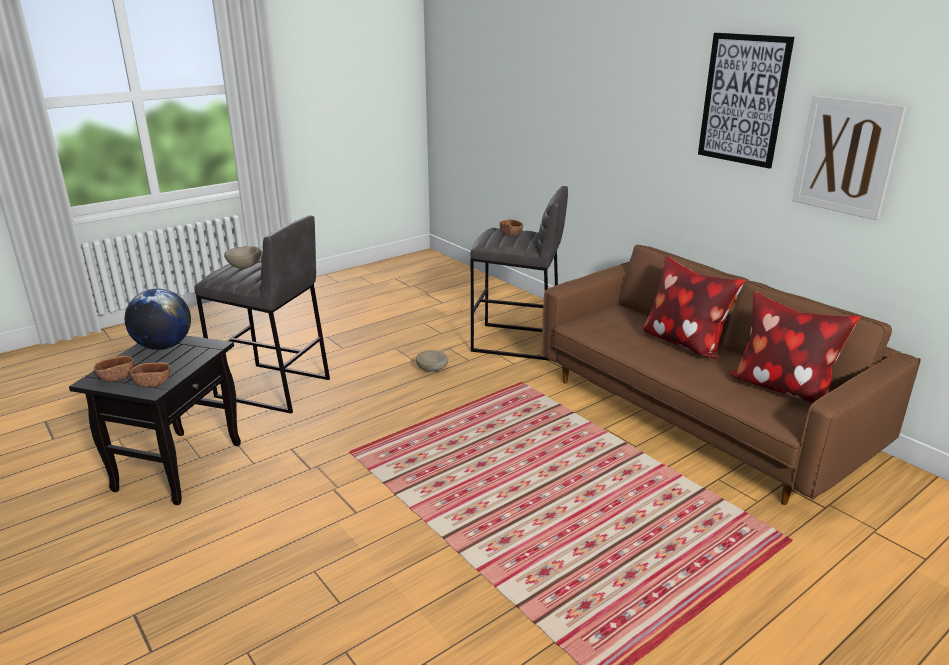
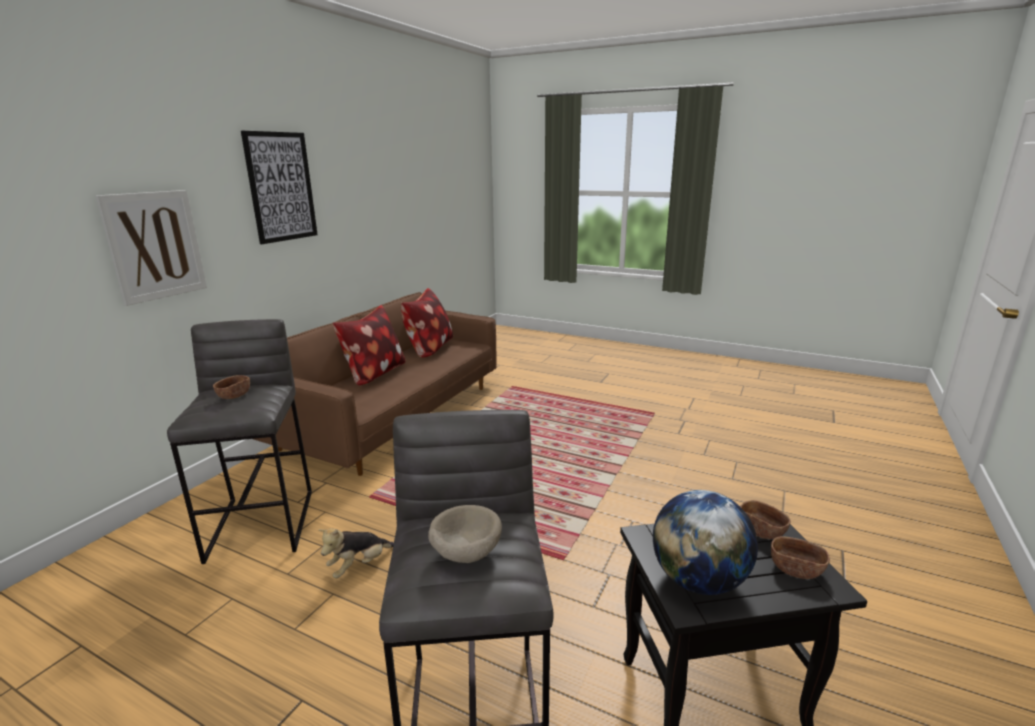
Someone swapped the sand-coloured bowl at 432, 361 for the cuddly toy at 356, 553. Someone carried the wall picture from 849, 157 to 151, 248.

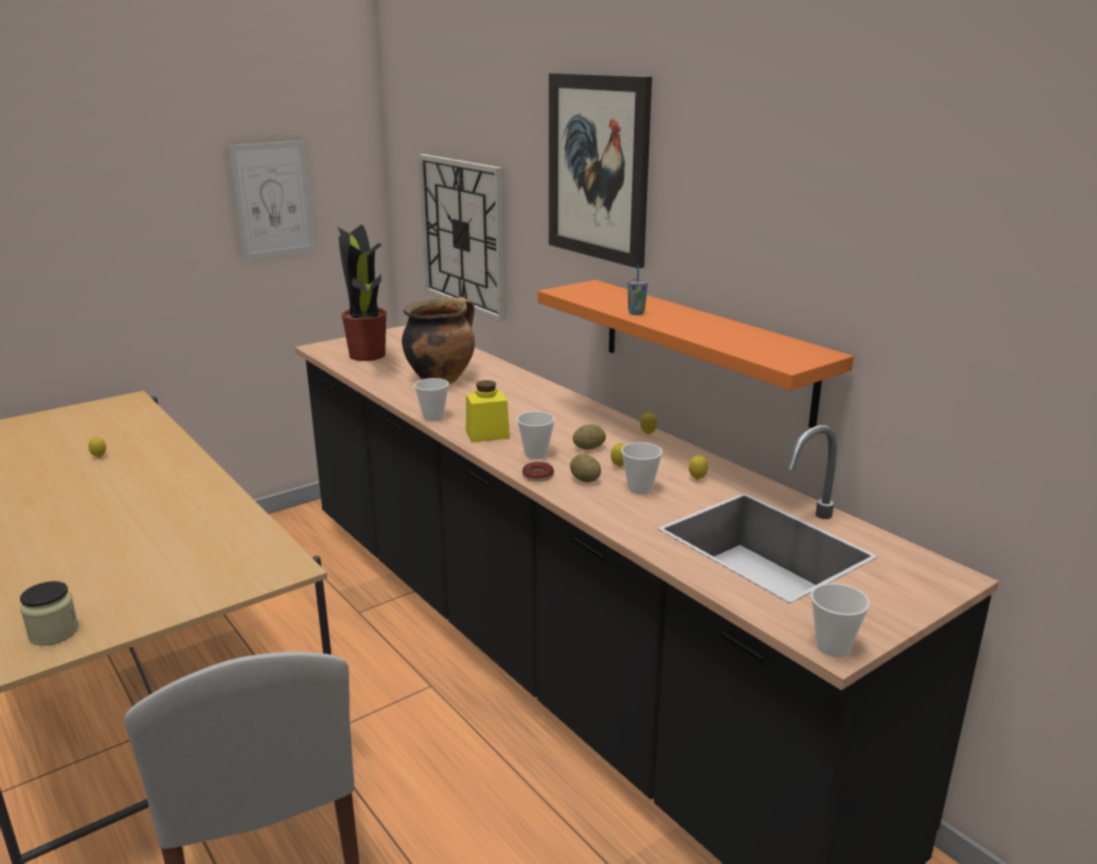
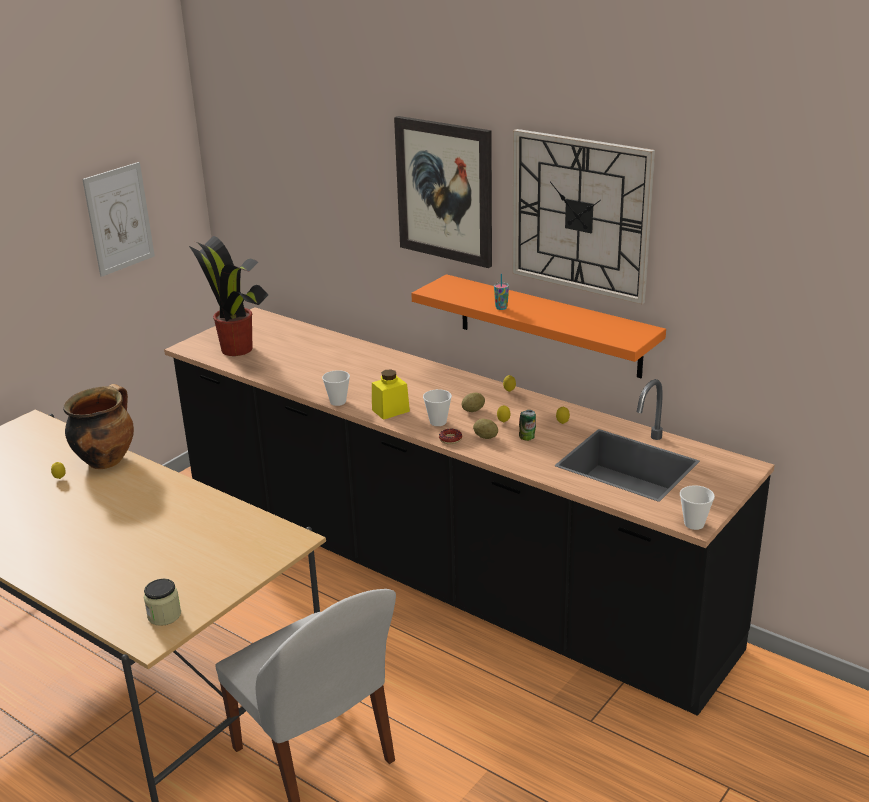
Someone carried the saucepot from 438, 340 to 98, 426. Someone carried the clock on the wall from 462, 238 to 583, 216. Someone swapped the cup at 642, 468 for the sealed can at 527, 425.

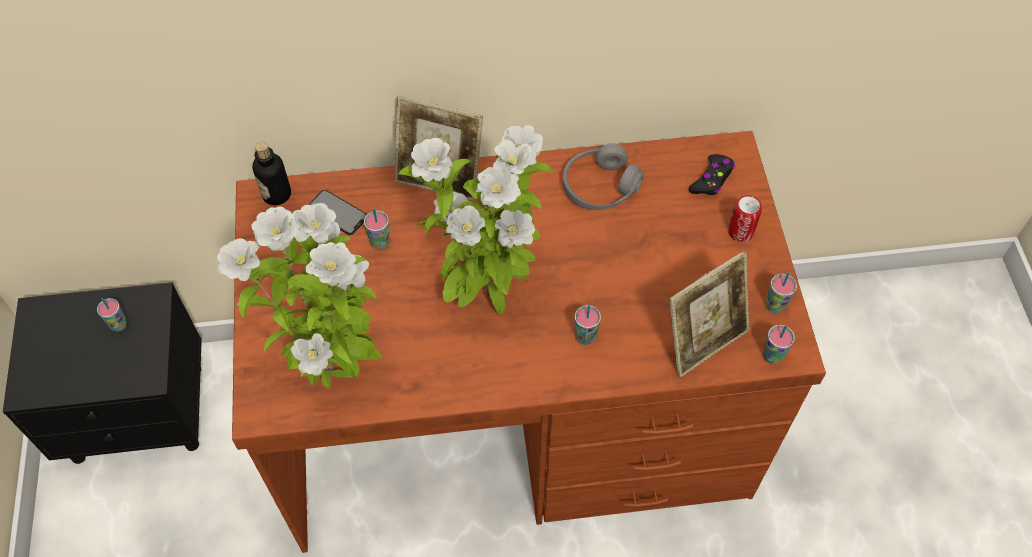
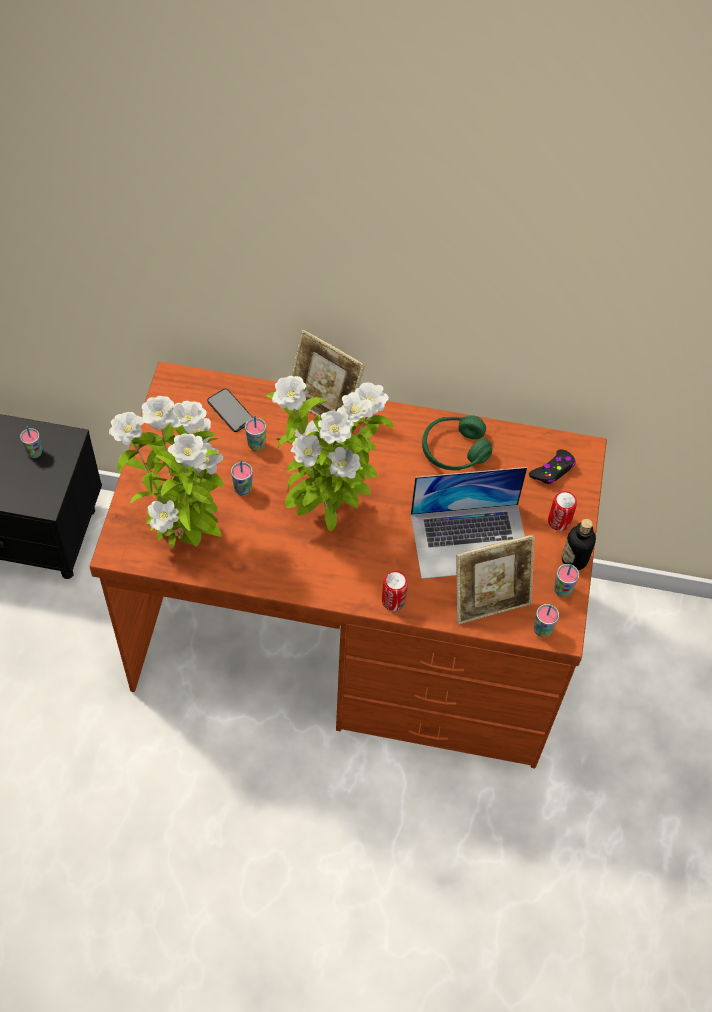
Someone carried the drink bottle from 271, 173 to 579, 544. Someone repainted the gray pair of headphones at 603, 176, which became the greenish pair of headphones at 457, 443. Someone carried the cup from 587, 325 to 242, 478. Someone put down the sealed can at 395, 591. Someone put down the portable computer at 469, 523.

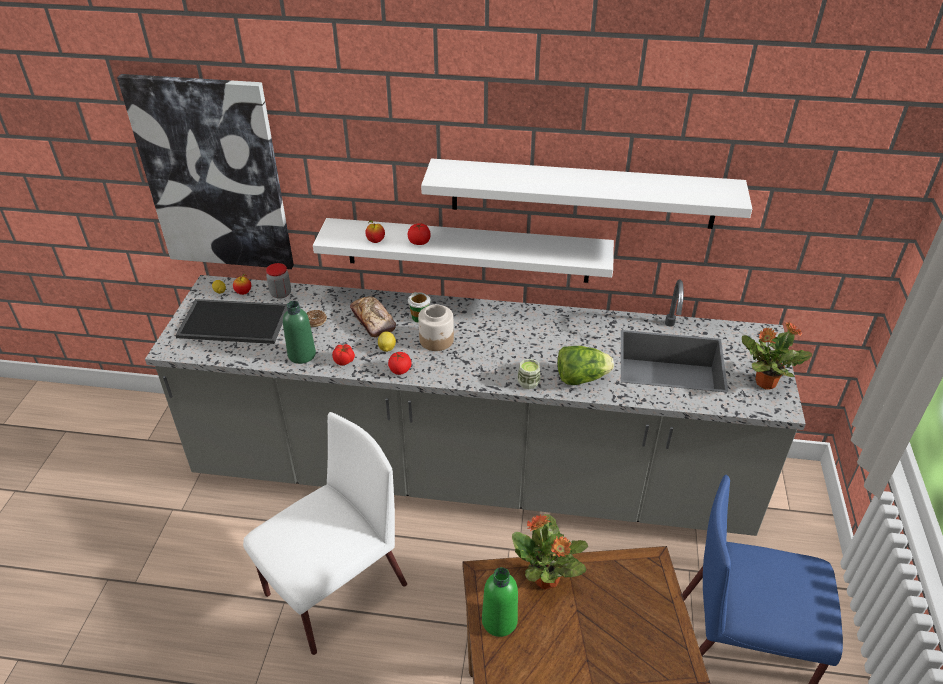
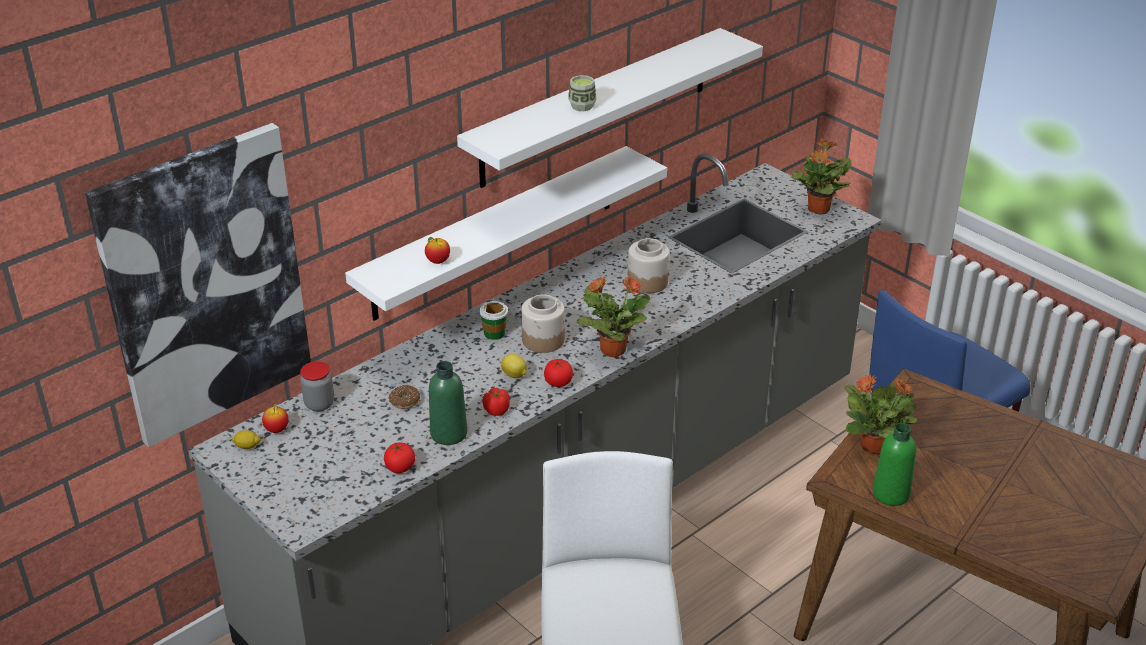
Someone took away the carrying tray at 231, 321. Someone took away the baked bread at 373, 317. Someone carried the whole tomato from 419, 234 to 399, 457. Someone carried the cup from 529, 374 to 582, 93. Someone took away the head of lettuce at 585, 365. Someone put down the plant in a pot at 613, 317. Someone put down the storage jar at 648, 265.

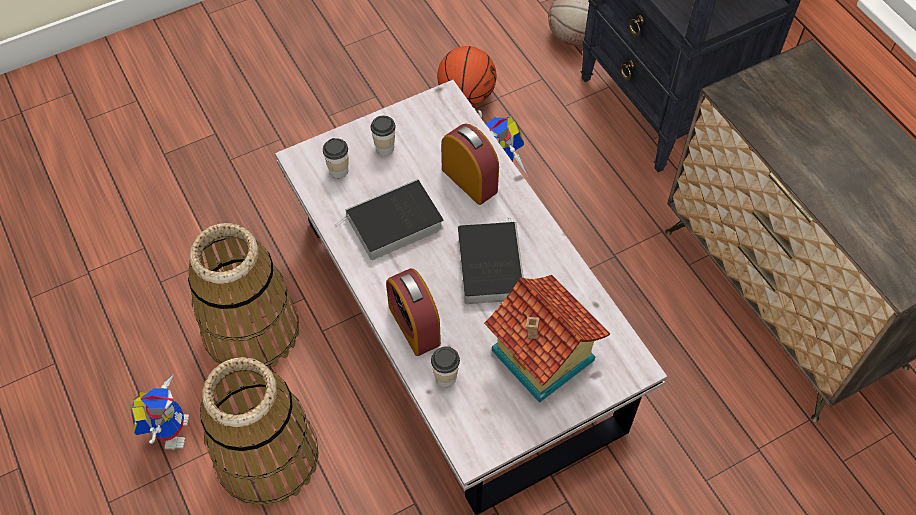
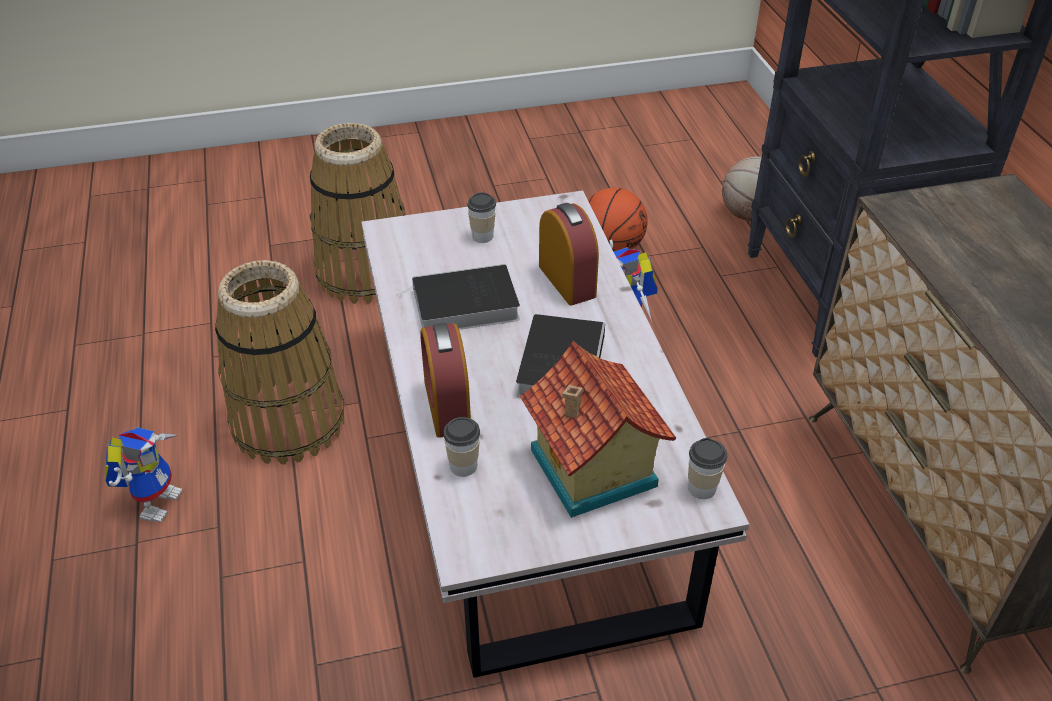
Someone carried the household basket from 259, 432 to 357, 213. Someone carried the cup from 336, 158 to 707, 468.

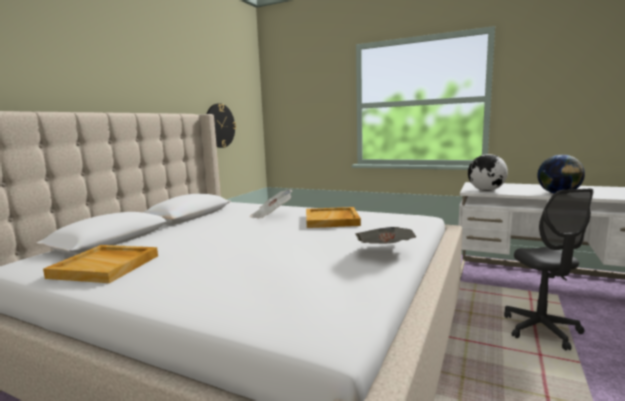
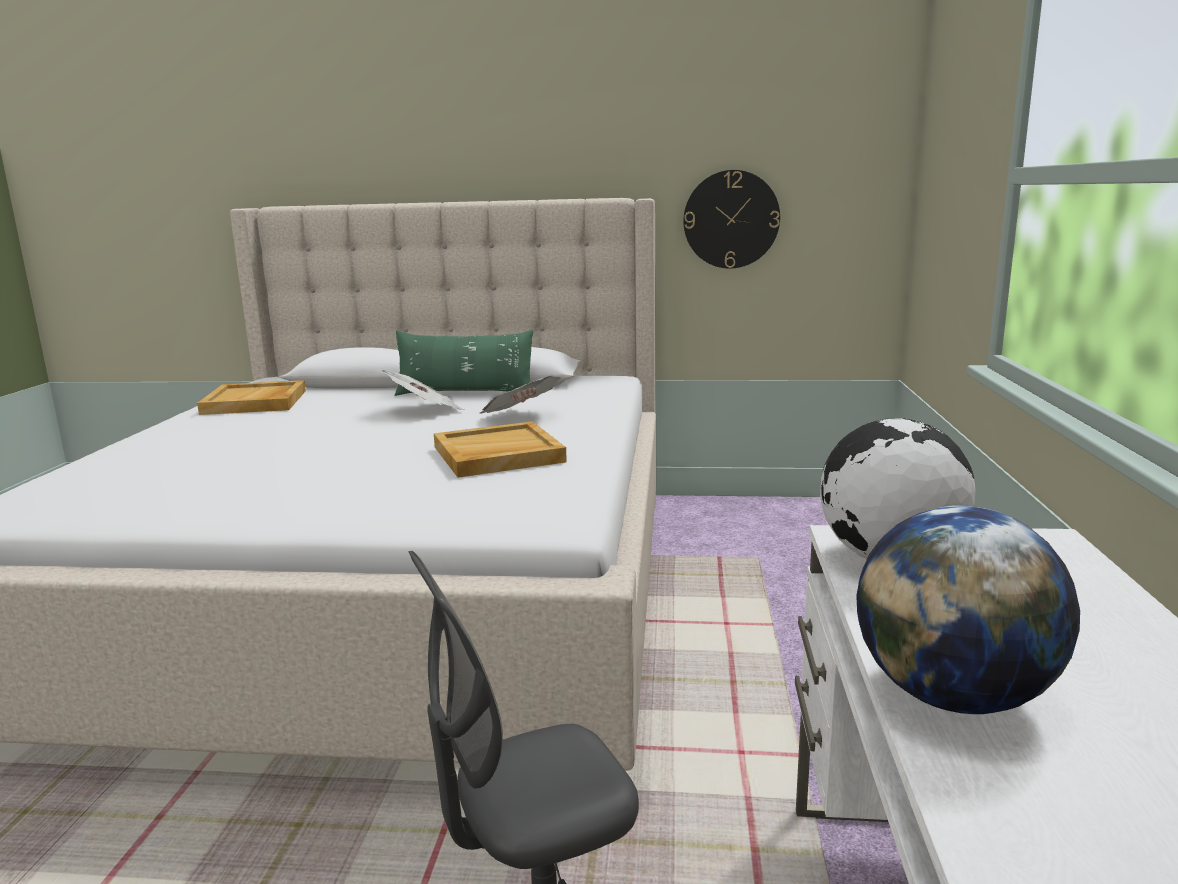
Someone carried the daily paper from 385, 235 to 421, 389. Someone put down the greenish throw pillow at 464, 363.

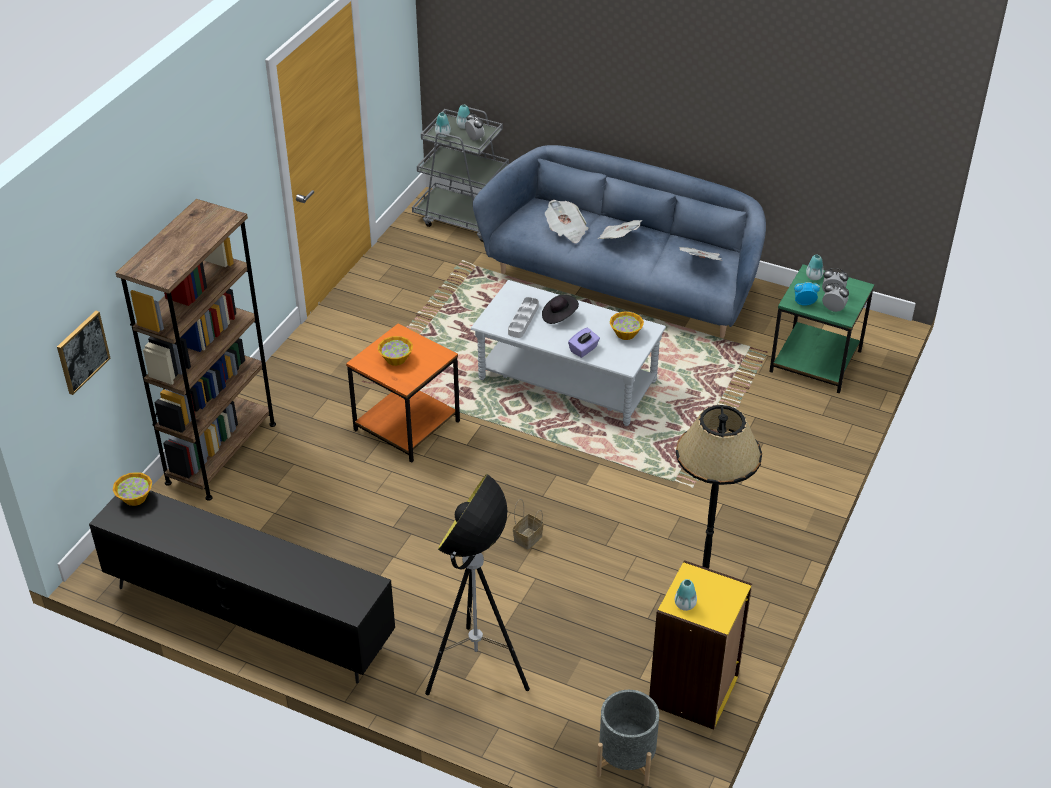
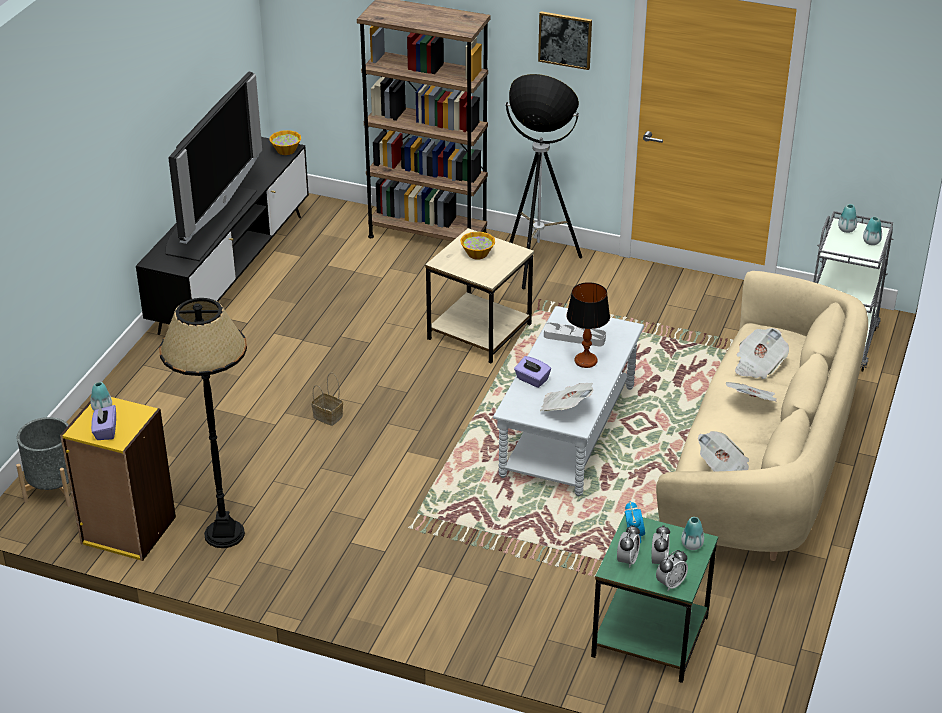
Someone carried the wall picture from 84, 353 to 565, 40. Someone repainted the orange-coloured accent table at 403, 393, which became the sand-coloured accent table at 479, 296. Someone carried the floor lamp from 477, 584 to 543, 181. Someone carried the alarm clock from 475, 126 to 672, 570. Someone repainted the bluish couch at 619, 241, which became the sand-coloured couch at 762, 416. Someone swapped the blackish wearable hat at 560, 309 for the lamp for a table at 588, 325. Someone swapped the bowl at 627, 326 for the daily paper at 566, 397. Someone put down the purple tissue holder at 103, 422. Someone put down the TV set at 213, 166.

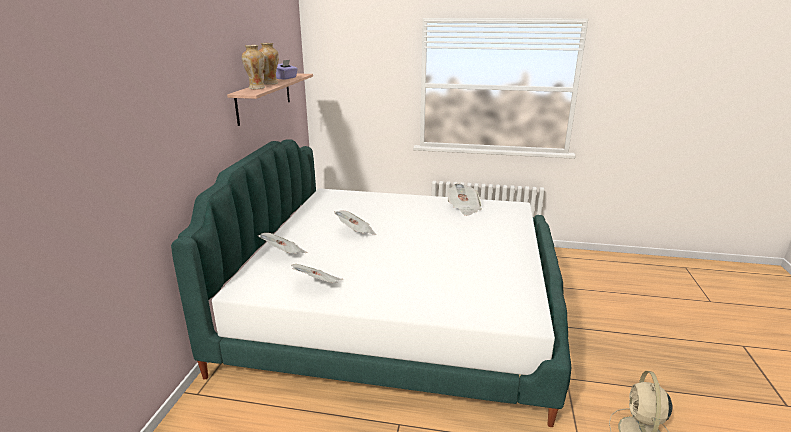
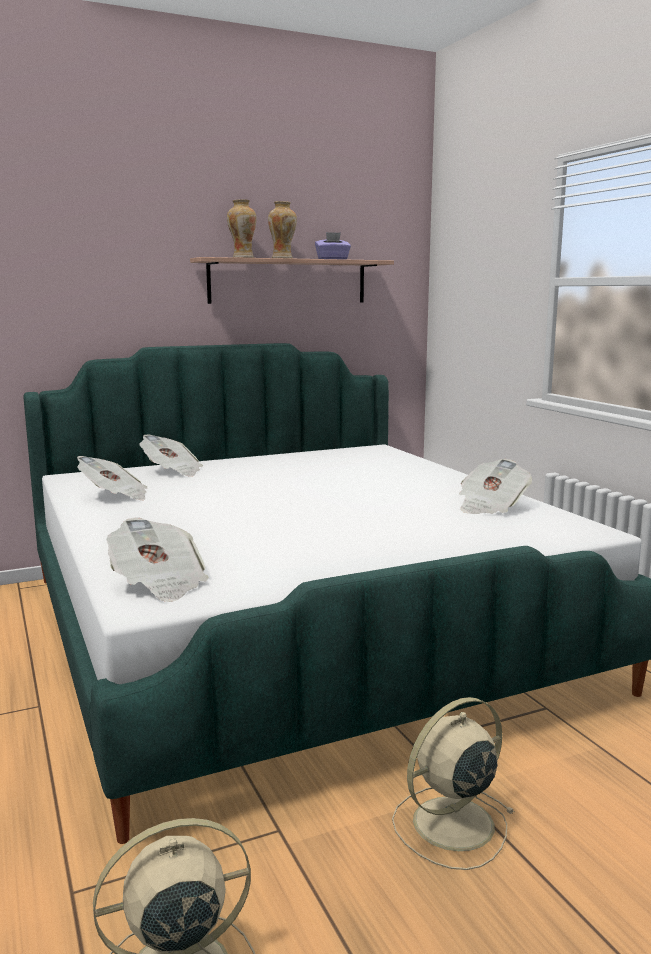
Someone carried the daily paper from 355, 222 to 157, 560. Someone put down the sand-coloured cooling fan at 453, 783.

